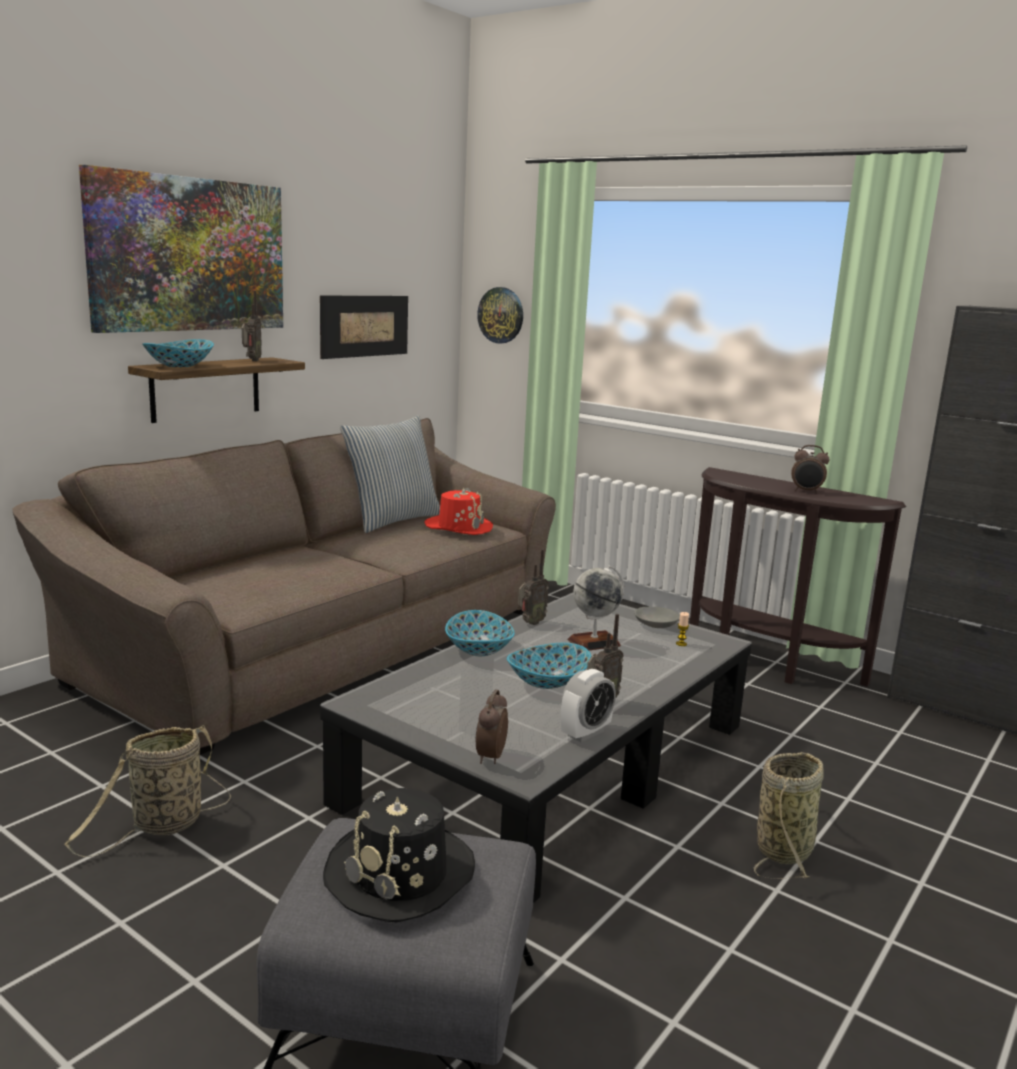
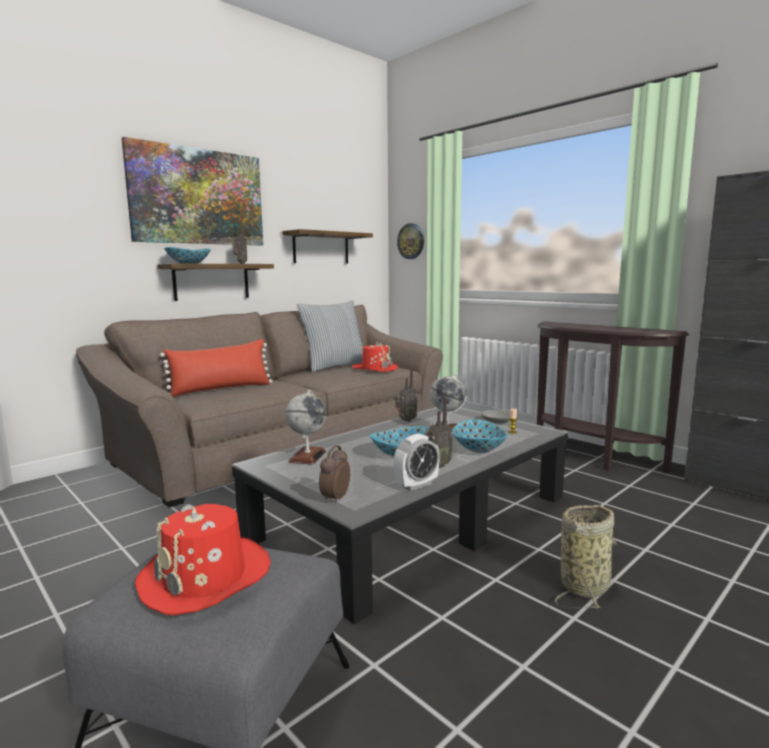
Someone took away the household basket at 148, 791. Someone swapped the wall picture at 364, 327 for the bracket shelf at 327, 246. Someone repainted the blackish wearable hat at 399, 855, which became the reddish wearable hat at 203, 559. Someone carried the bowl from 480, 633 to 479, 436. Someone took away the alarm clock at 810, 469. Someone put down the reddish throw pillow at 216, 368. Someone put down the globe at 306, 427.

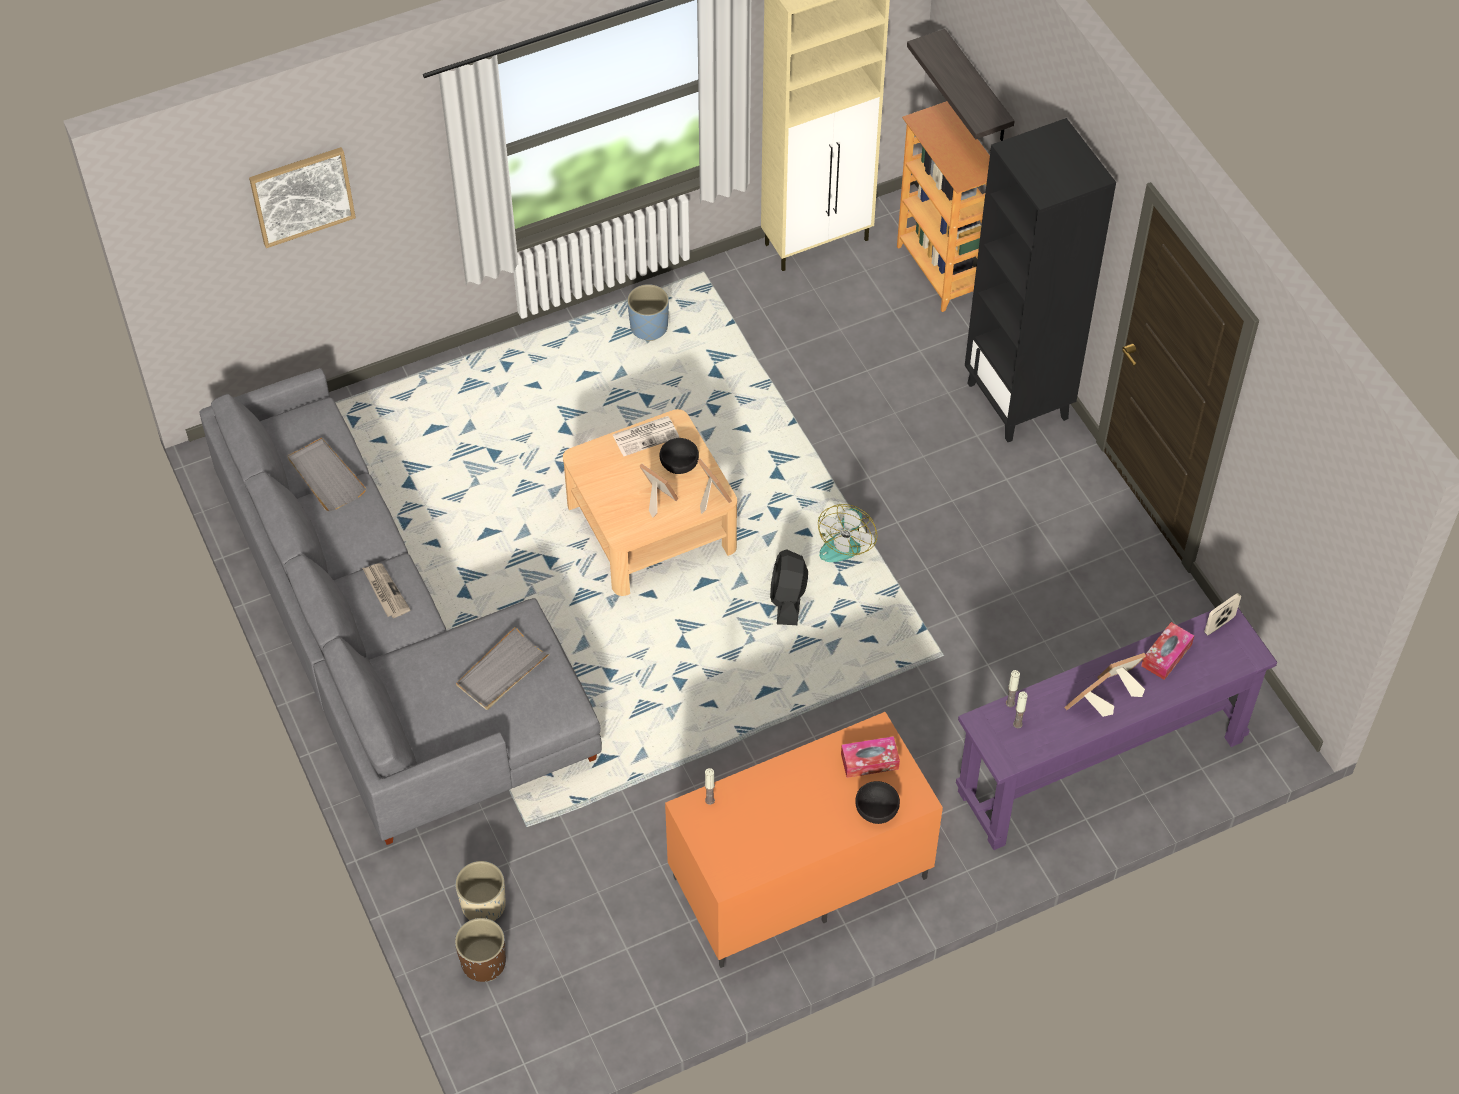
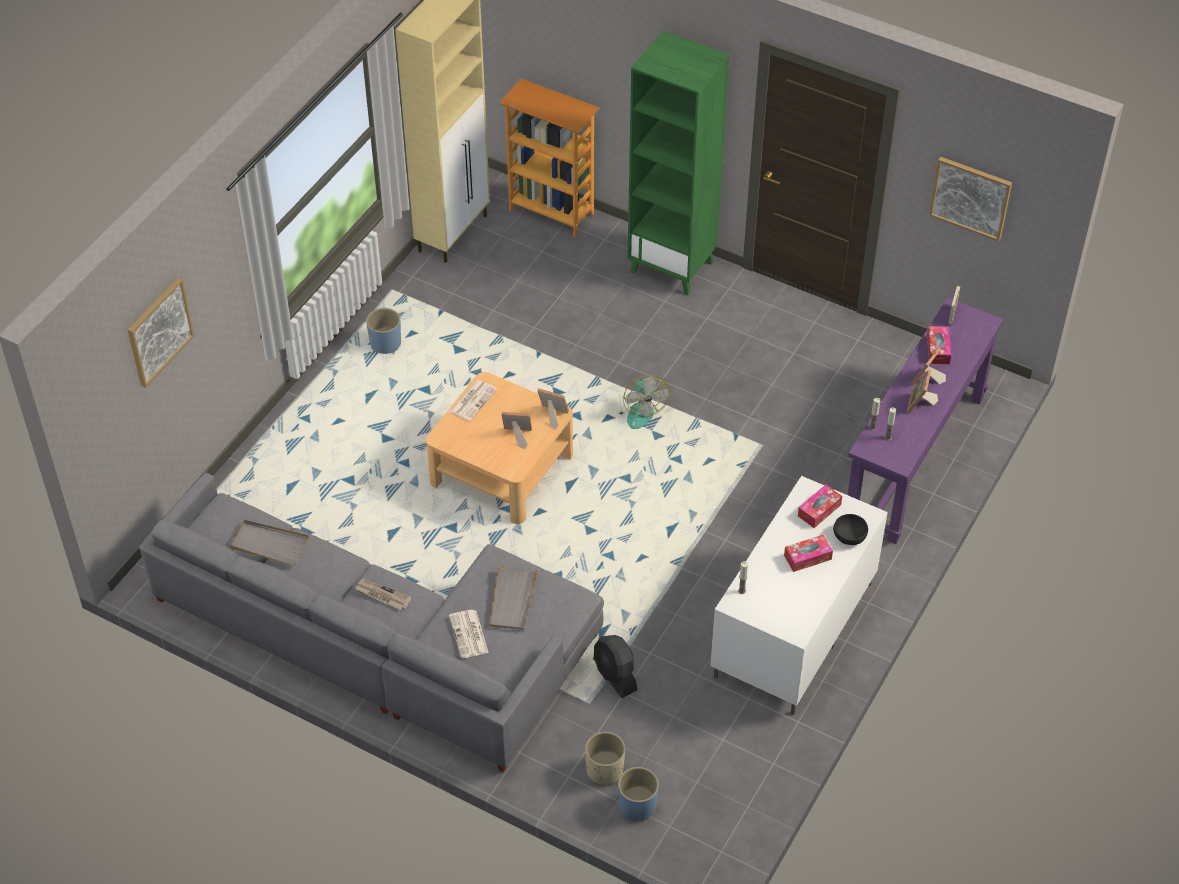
Someone repainted the brown-coloured planter at 480, 950, which became the bluish planter at 638, 794. Someone took away the blackish bowl at 679, 456. Someone repainted the orange-coloured tv stand at 804, 840, which became the white-coloured tv stand at 799, 595. Someone carried the blackish cooling fan from 789, 587 to 615, 666. Someone took away the bracket shelf at 960, 85. Someone repainted the blackish shelving unit at 1040, 280, which became the greenish shelving unit at 678, 163. Someone put down the daily paper at 469, 634. Someone put down the tissue holder at 808, 553. Someone put up the wall picture at 970, 199.

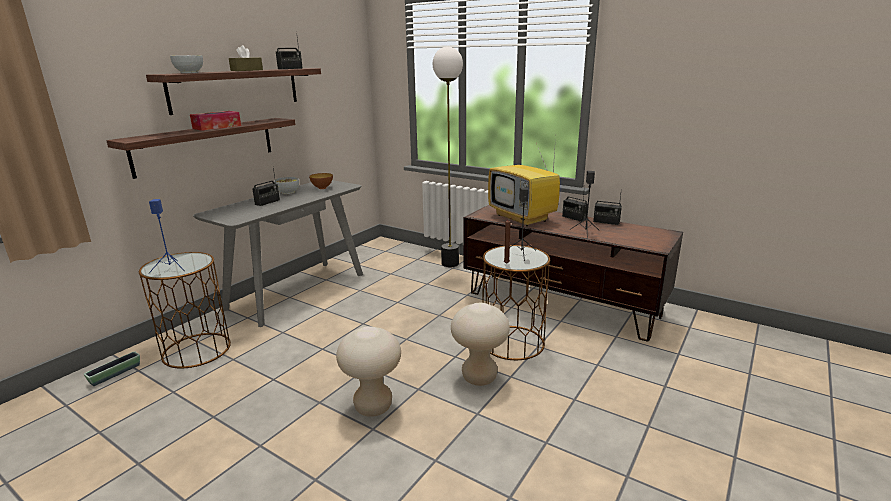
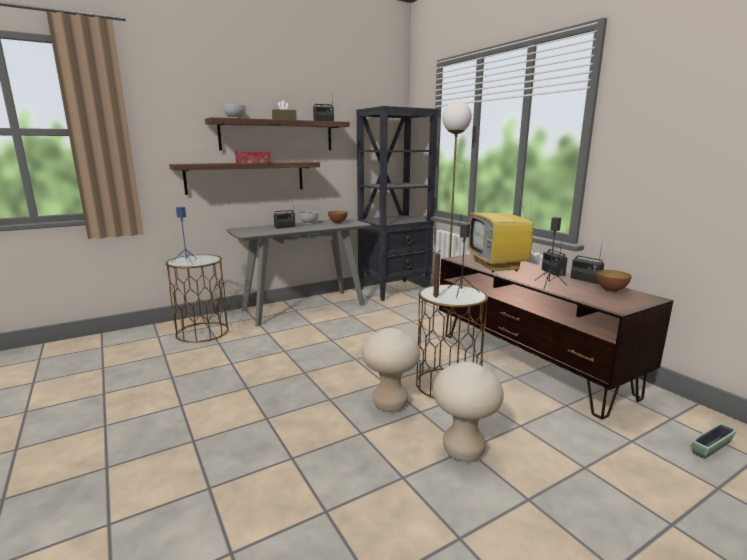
Someone carried the planter from 112, 368 to 714, 441. Someone carried the sand-coloured sitting stool from 368, 371 to 468, 412. Someone put down the blackish shelving unit at 397, 203. Someone put down the bowl at 614, 281.

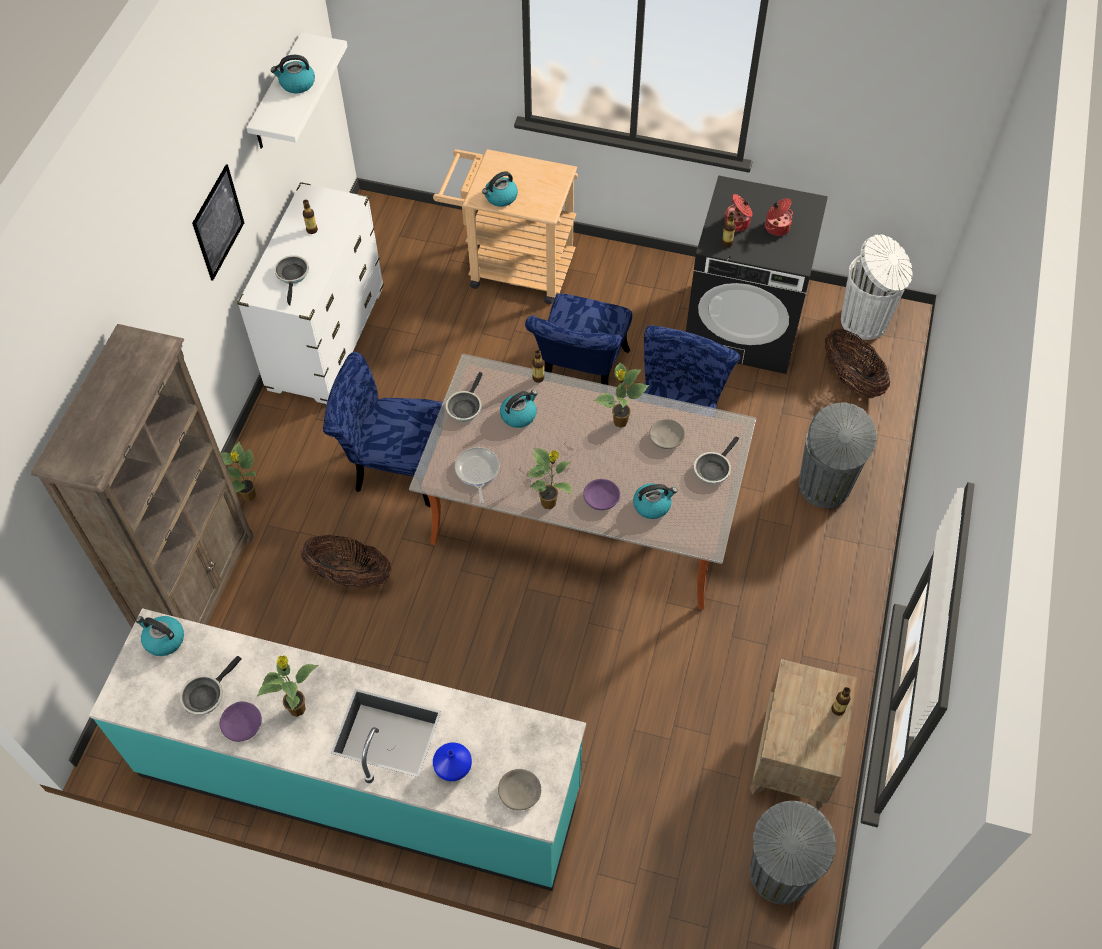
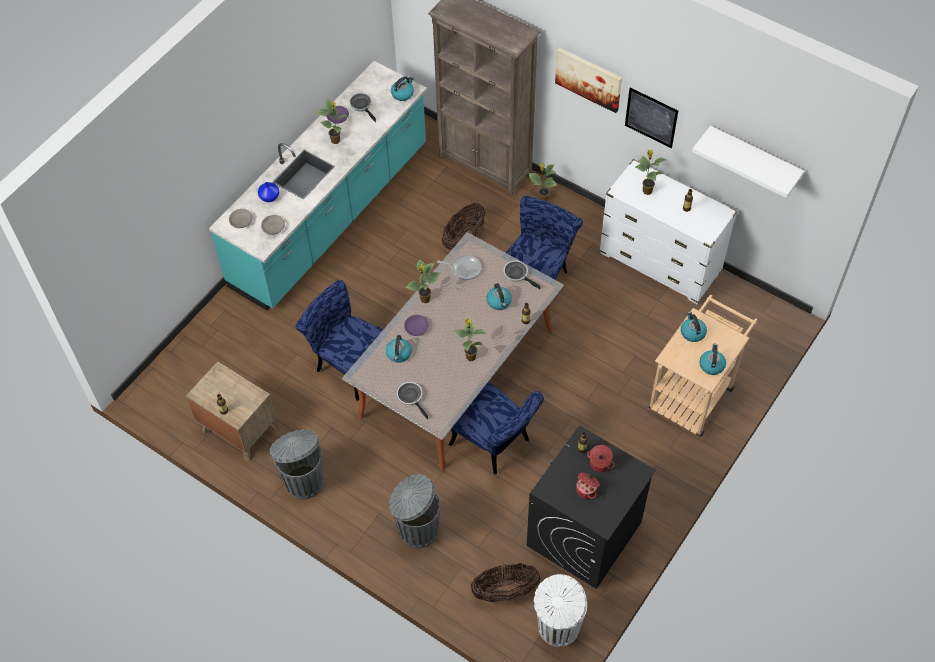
Someone carried the water kettle from 293, 74 to 712, 359. Someone swapped the frying pan at 291, 280 for the plant in a pot at 651, 172. Someone carried the bluish upright chair from 578, 339 to 339, 340. Someone carried the gray bowl from 667, 434 to 273, 225. Someone carried the gray waste bin from 793, 852 to 296, 464. Someone put up the wall picture at 588, 80.

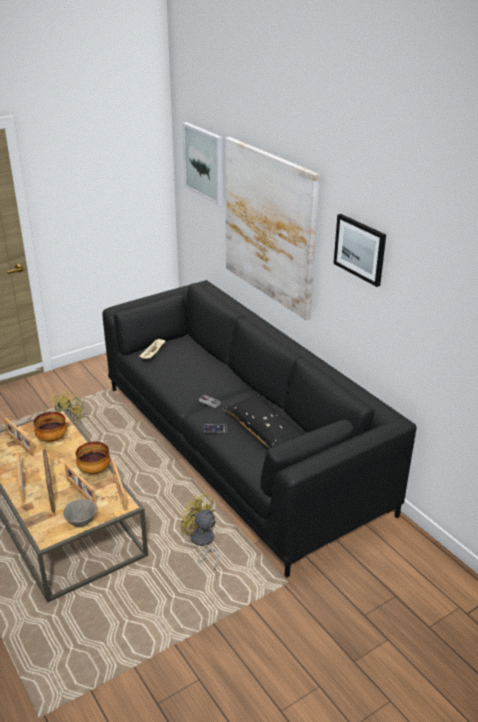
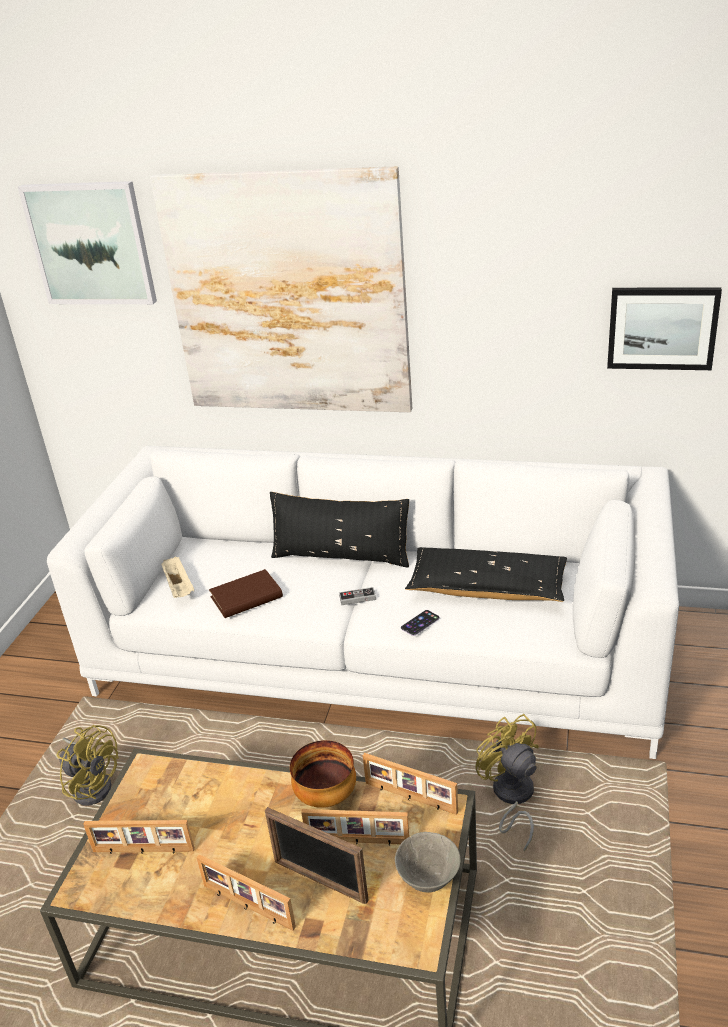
Someone took away the bowl at 50, 427. Someone repainted the blackish couch at 259, 428, which became the white-coloured couch at 363, 602. Someone rotated the yellow cooling fan at 200, 531 by 60 degrees clockwise. Someone carried the wall picture from 360, 250 to 664, 328. Someone put down the brown-coloured bound book at 246, 593. Someone put down the blackish throw pillow at 339, 530.

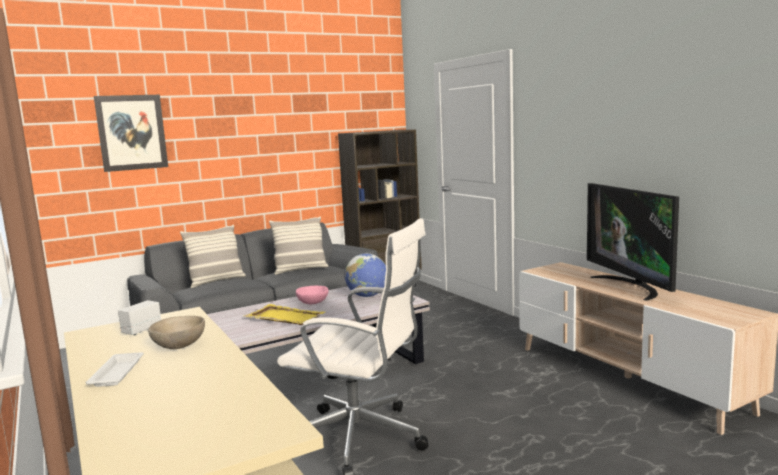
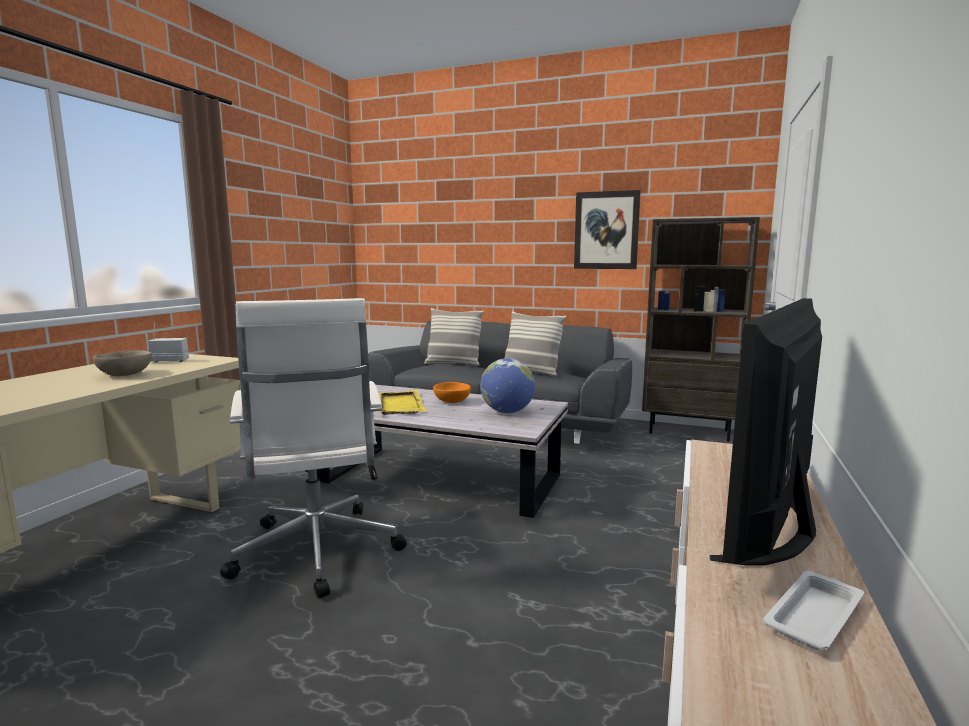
Someone carried the white-coloured carrying tray from 115, 369 to 813, 611. Someone carried the wall picture from 131, 133 to 607, 229. Someone repainted the pink bowl at 312, 295, which became the orange-coloured bowl at 452, 392.

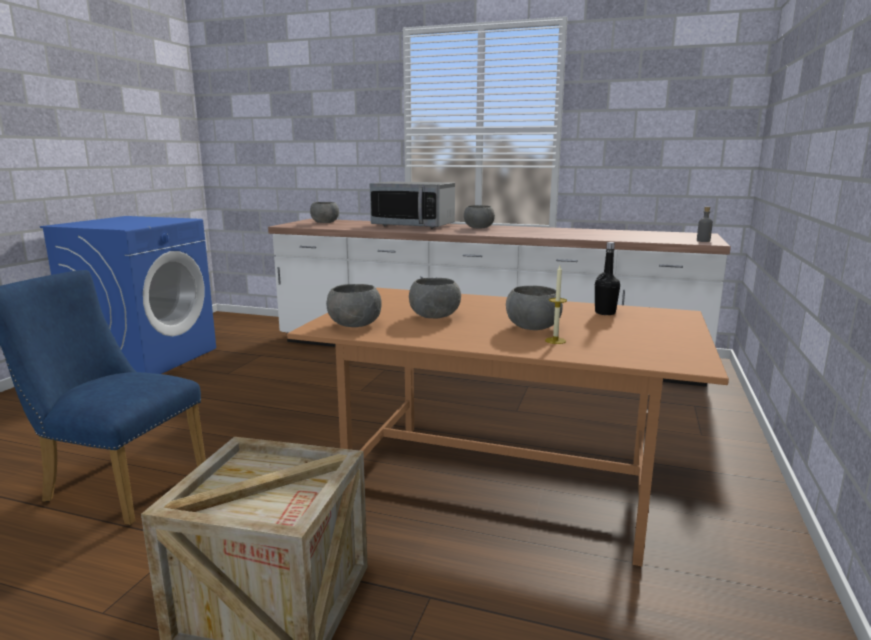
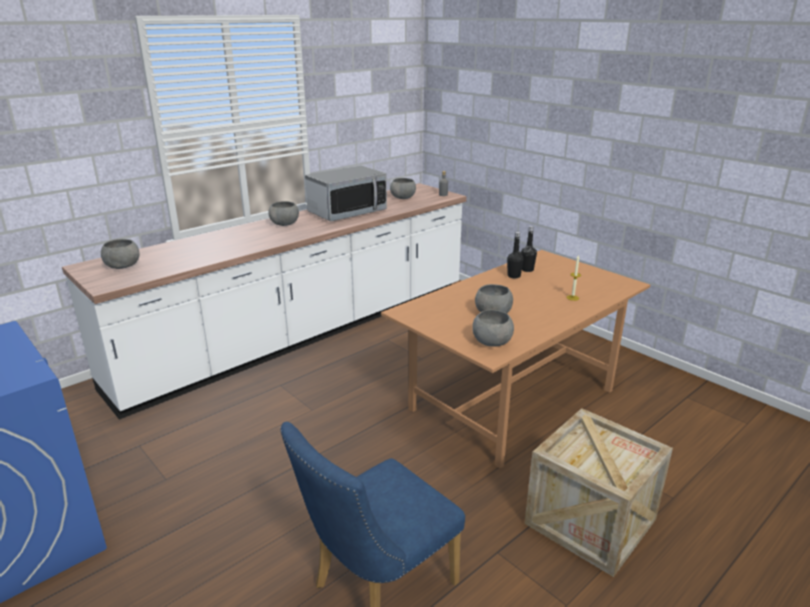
Someone carried the microwave oven from 412, 205 to 346, 193. Someone carried the gray bowl from 534, 308 to 403, 188. Someone put down the blackish drink bottle at 515, 255.

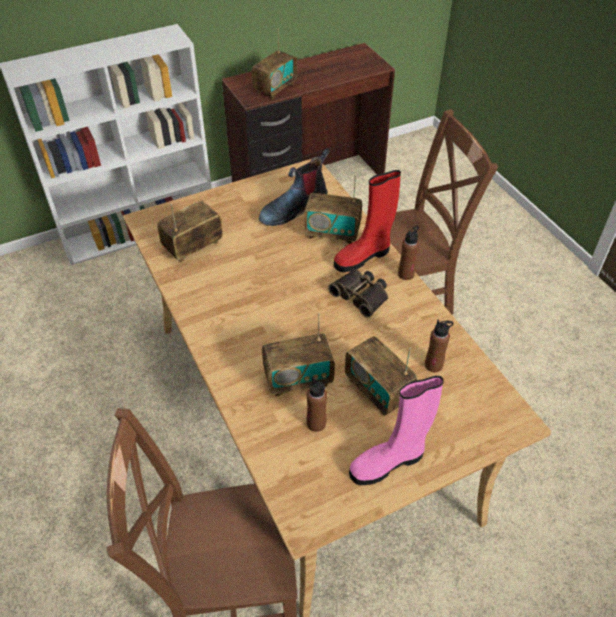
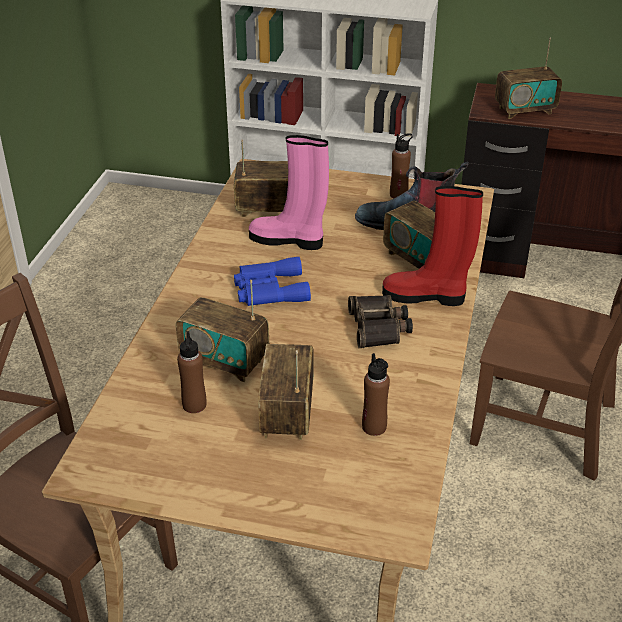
Someone carried the pink tall boot from 396, 430 to 289, 192. Someone carried the brown-coloured drink bottle from 408, 252 to 401, 166. Someone put down the bluish pair of binoculars at 272, 281.

